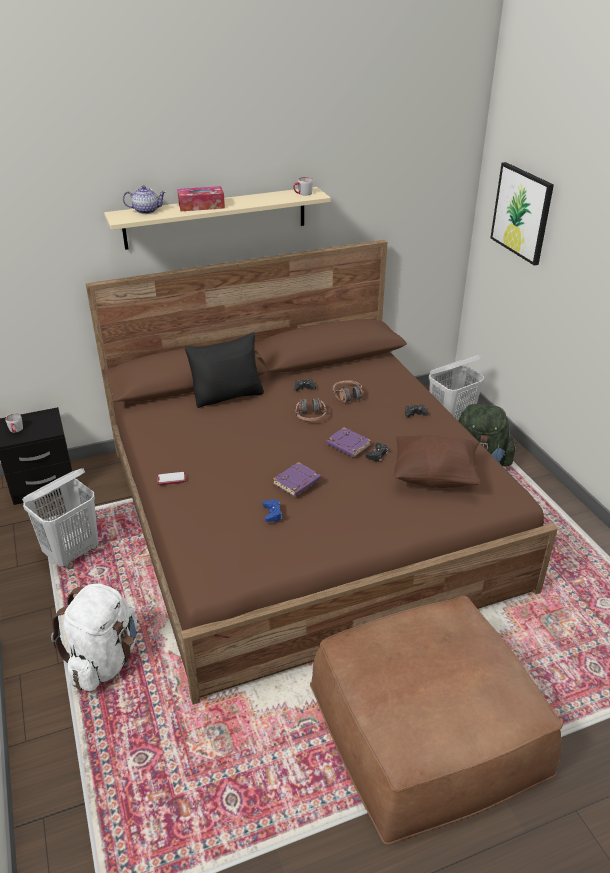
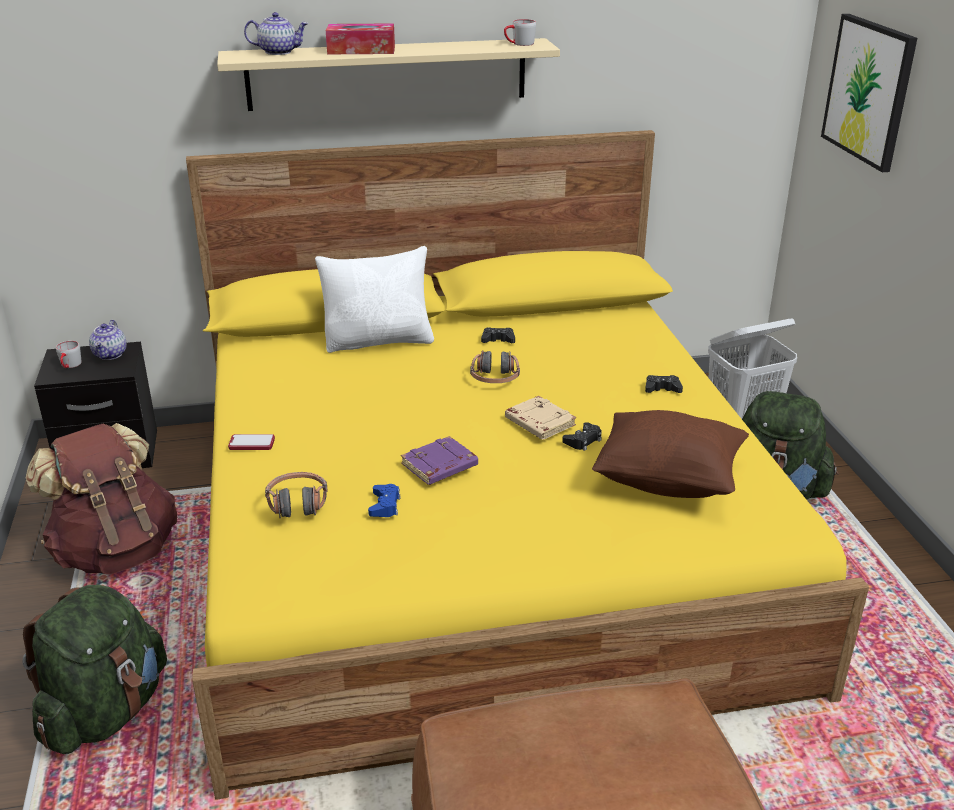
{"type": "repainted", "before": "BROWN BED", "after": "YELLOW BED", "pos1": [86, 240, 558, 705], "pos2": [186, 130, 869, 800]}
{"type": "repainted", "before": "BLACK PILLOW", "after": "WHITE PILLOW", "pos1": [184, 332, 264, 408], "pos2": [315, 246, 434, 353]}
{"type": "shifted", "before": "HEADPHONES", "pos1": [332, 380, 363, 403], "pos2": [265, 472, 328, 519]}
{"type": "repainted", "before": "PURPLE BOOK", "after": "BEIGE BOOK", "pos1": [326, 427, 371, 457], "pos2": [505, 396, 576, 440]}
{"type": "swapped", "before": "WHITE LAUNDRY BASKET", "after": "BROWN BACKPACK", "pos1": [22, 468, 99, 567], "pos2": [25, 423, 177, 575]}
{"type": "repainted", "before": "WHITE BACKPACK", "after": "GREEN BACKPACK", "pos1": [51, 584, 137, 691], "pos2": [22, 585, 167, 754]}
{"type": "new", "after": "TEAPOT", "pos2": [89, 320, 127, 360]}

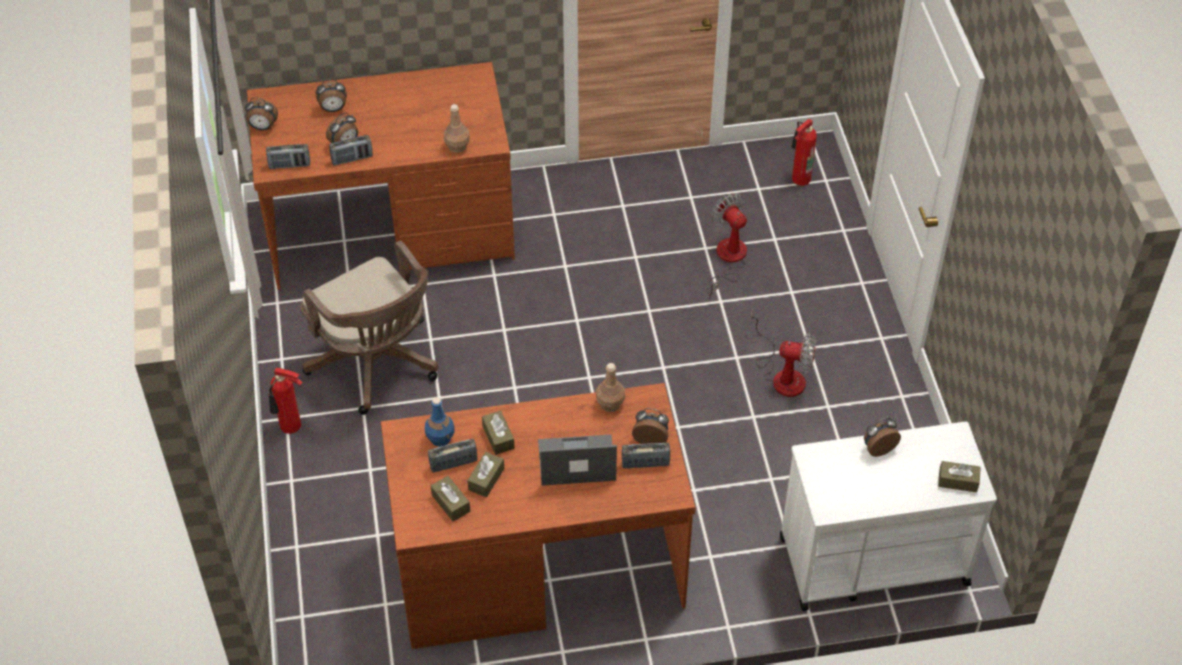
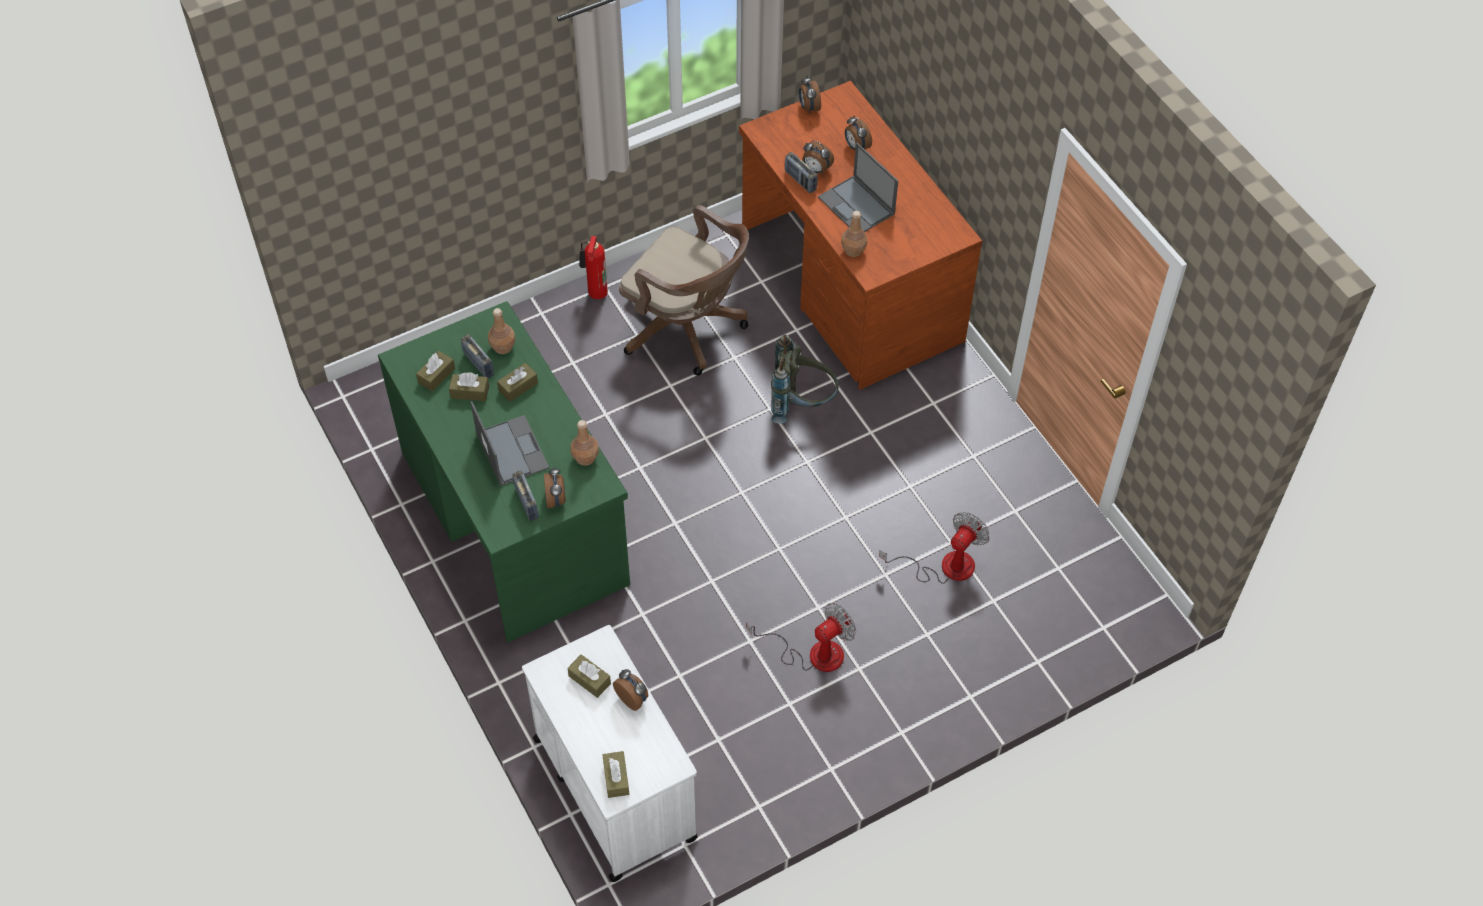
{"type": "gone", "before": "FIRE EXTINGUISHER", "pos1": [791, 119, 817, 186]}
{"type": "gone", "before": "RADIO", "pos1": [266, 144, 310, 169]}
{"type": "rotated", "before": "BROWN OFFICE CHAIR", "pos1": [300, 240, 438, 415], "pos2": [619, 205, 749, 376], "turn": -90}
{"type": "rotated", "before": "FAN", "pos1": [750, 309, 816, 397], "pos2": [746, 603, 856, 672], "turn": -120}
{"type": "repainted", "before": "BROWN DESK", "after": "GREEN DESK", "pos1": [381, 383, 696, 649], "pos2": [378, 301, 630, 643]}
{"type": "repainted", "before": "BLUE BOTTLE", "after": "BROWN BOTTLE", "pos1": [425, 397, 455, 446], "pos2": [488, 308, 515, 354]}
{"type": "new", "after": "LAPTOP", "pos2": [818, 143, 898, 232]}
{"type": "new", "after": "GREY BACKPACK", "pos2": [771, 335, 839, 424]}
{"type": "new", "after": "BROWN TISSUE BOX", "pos2": [567, 654, 611, 698]}

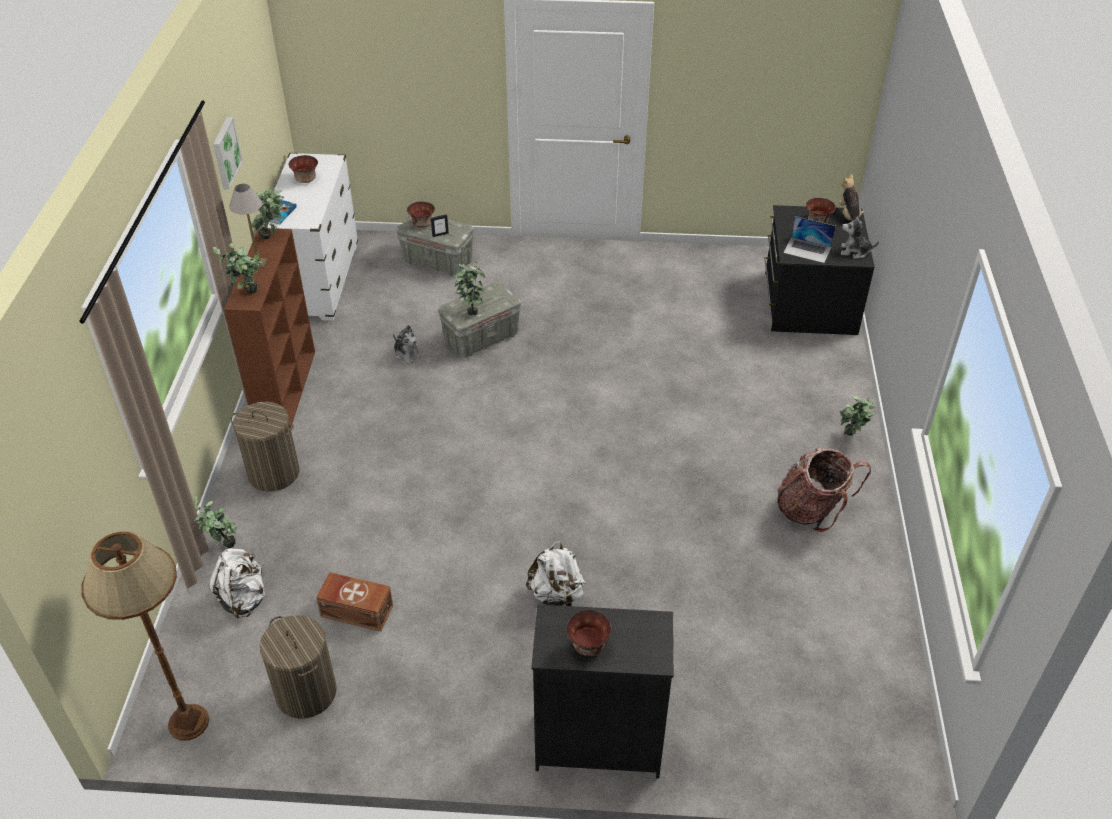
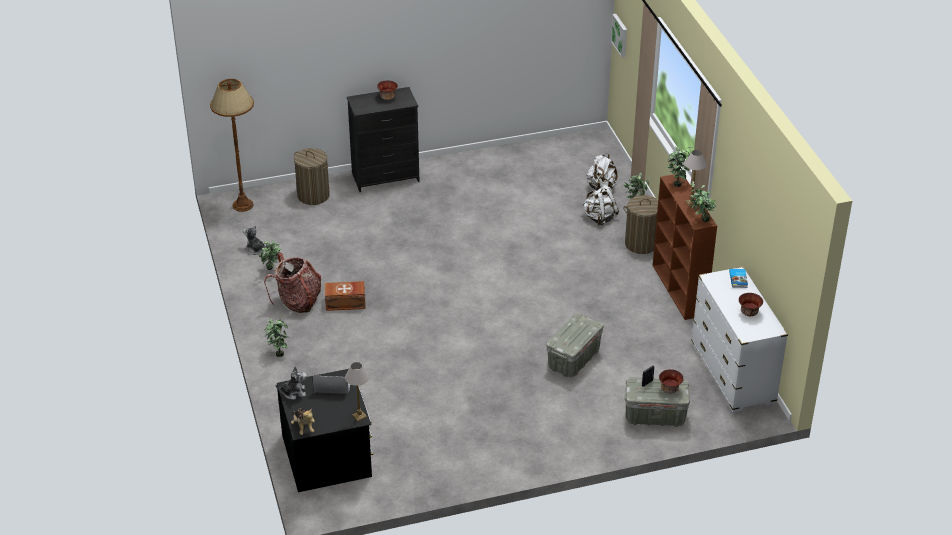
{"type": "shifted", "before": "PICTURE", "pos1": [213, 117, 243, 190], "pos2": [611, 14, 627, 58]}
{"type": "gone", "before": "BOWL", "pos1": [806, 198, 836, 224]}
{"type": "shifted", "before": "POTTED PLANT", "pos1": [454, 260, 486, 316], "pos2": [259, 241, 281, 270]}
{"type": "shifted", "before": "PLUSH TOY", "pos1": [393, 325, 423, 364], "pos2": [243, 225, 267, 255]}
{"type": "shifted", "before": "BROWN FLOOR LAMP", "pos1": [81, 531, 209, 740], "pos2": [210, 79, 254, 212]}
{"type": "shifted", "before": "WHITE BACKPACK", "pos1": [526, 541, 585, 606], "pos2": [583, 185, 619, 225]}
{"type": "shifted", "before": "BROWN STORAGE BOX", "pos1": [316, 572, 393, 631], "pos2": [325, 281, 366, 311]}
{"type": "shifted", "before": "LAUNDRY BASKET", "pos1": [260, 615, 337, 719], "pos2": [294, 148, 330, 205]}
{"type": "new", "after": "TABLE LAMP", "pos2": [345, 362, 369, 421]}

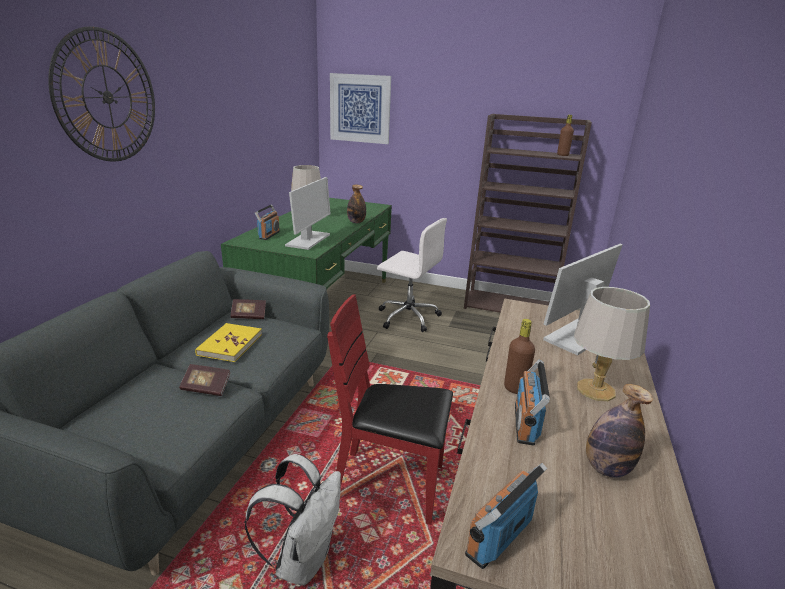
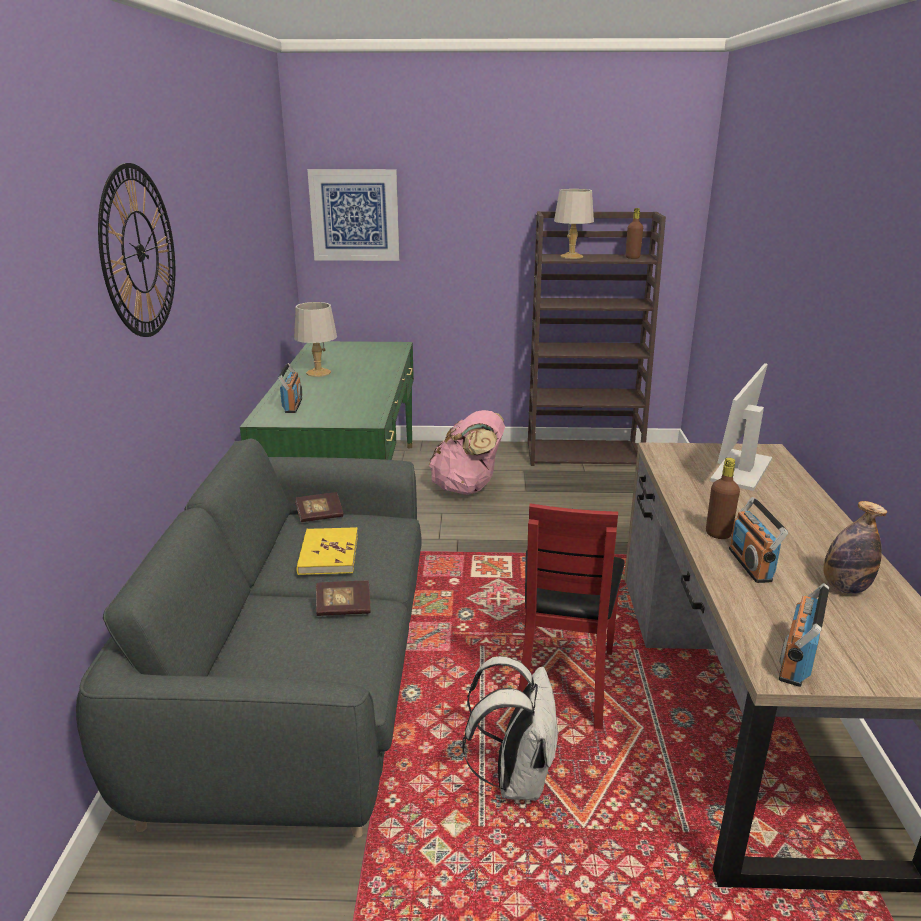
{"type": "gone", "before": "MONITOR", "pos1": [285, 177, 331, 250]}
{"type": "gone", "before": "BOTTLE", "pos1": [347, 185, 366, 223]}
{"type": "swapped", "before": "WHITE OFFICE CHAIR", "after": "PINK BACKPACK", "pos1": [377, 218, 447, 332], "pos2": [429, 410, 505, 495]}
{"type": "shifted", "before": "GREY TABLE LAMP", "pos1": [574, 287, 650, 401], "pos2": [554, 189, 594, 259]}
{"type": "rotated", "before": "RED CHAIR", "pos1": [327, 294, 453, 525], "pos2": [519, 503, 625, 729], "turn": -75}

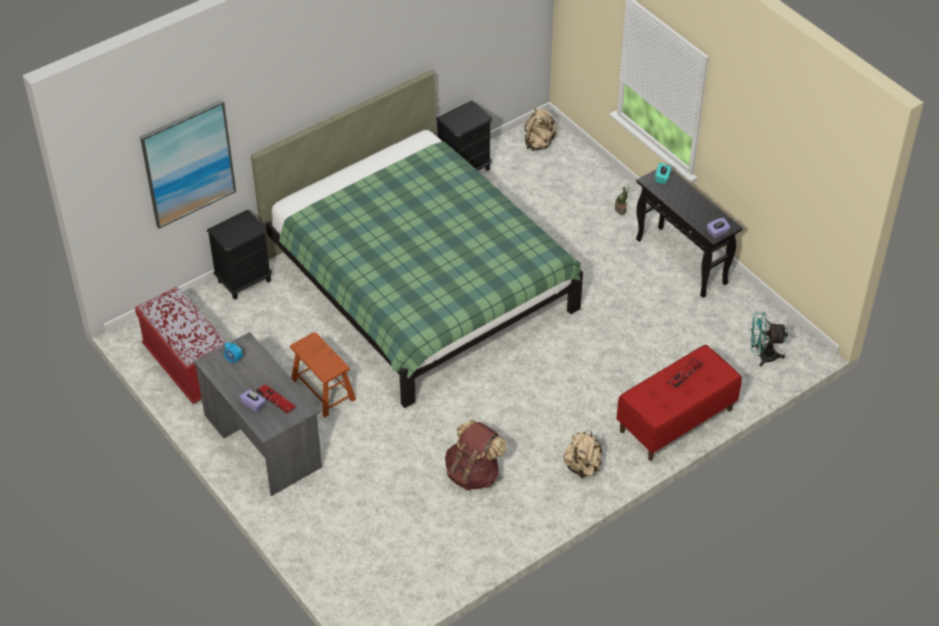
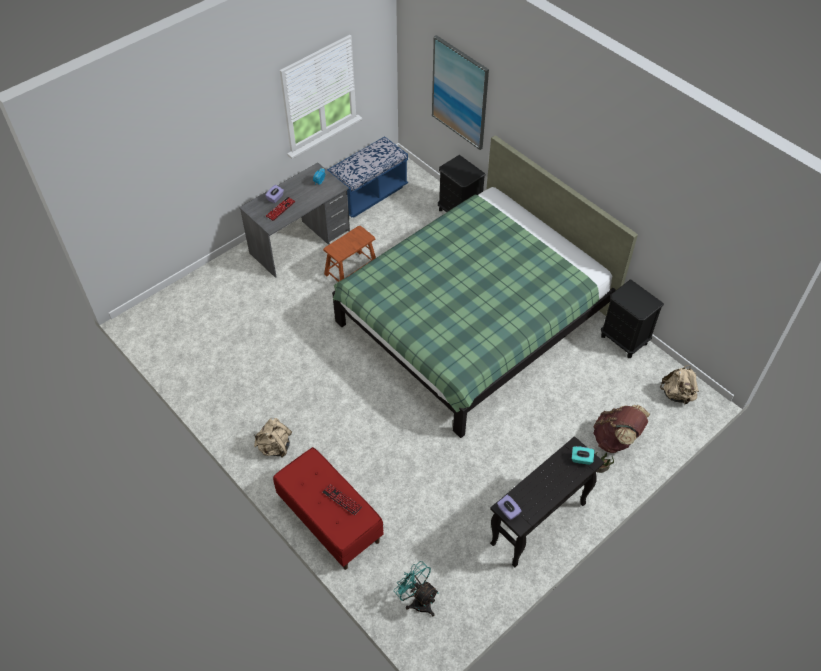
{"type": "repainted", "before": "RED BENCH", "after": "BLUE BENCH", "pos1": [135, 287, 226, 404], "pos2": [327, 136, 408, 218]}
{"type": "rotated", "before": "TURQUOISE FAN", "pos1": [750, 312, 788, 367], "pos2": [394, 561, 439, 616], "turn": -45}
{"type": "shifted", "before": "BROWN BACKPACK", "pos1": [445, 420, 507, 490], "pos2": [593, 405, 650, 453]}

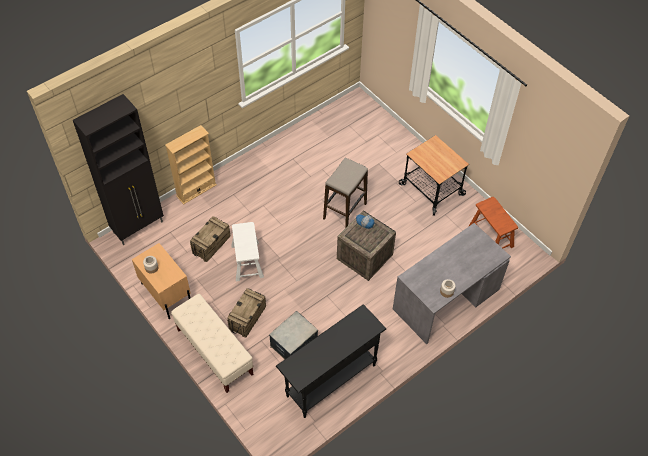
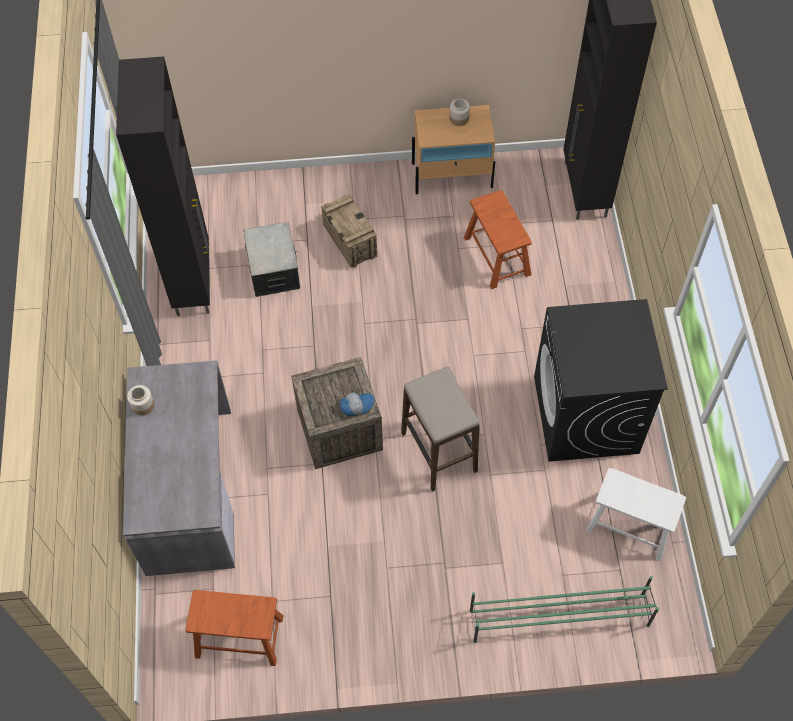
{"type": "gone", "before": "BEIGE BOOKCASE", "pos1": [165, 125, 217, 205]}
{"type": "gone", "before": "CART", "pos1": [399, 135, 469, 216]}
{"type": "swapped", "before": "CRATE", "after": "BROWN STOOL", "pos1": [190, 216, 230, 262], "pos2": [464, 190, 532, 289]}
{"type": "shifted", "before": "WHITE STOOL", "pos1": [231, 222, 264, 281], "pos2": [586, 468, 686, 561]}
{"type": "gone", "before": "BEIGE BENCH", "pos1": [171, 294, 253, 393]}
{"type": "swapped", "before": "BLACK CONSOLE TABLE", "after": "BLACK CABINET", "pos1": [276, 304, 386, 418], "pos2": [116, 57, 210, 316]}
{"type": "new", "after": "BLACK WASHING MACHINE", "pos2": [534, 299, 668, 462]}
{"type": "new", "after": "GREEN SHOE RACK", "pos2": [470, 576, 659, 643]}

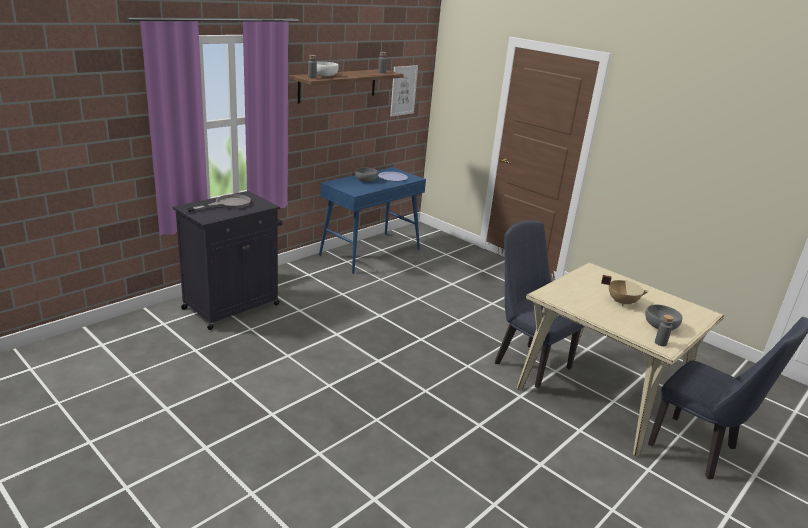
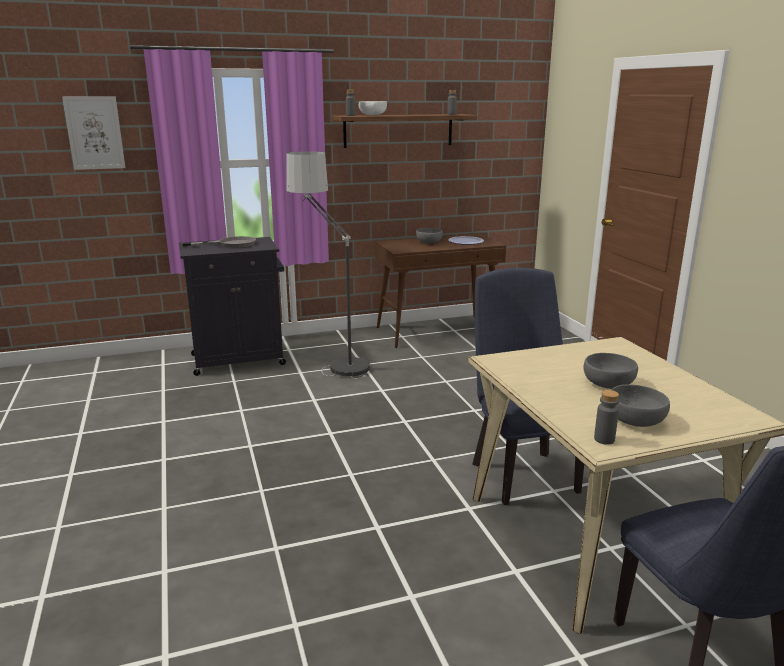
{"type": "shifted", "before": "PICTURE", "pos1": [390, 65, 418, 116], "pos2": [62, 96, 125, 170]}
{"type": "repainted", "before": "BLUE CONSOLE TABLE", "after": "BROWN CONSOLE TABLE", "pos1": [319, 167, 426, 274], "pos2": [375, 234, 506, 348]}
{"type": "swapped", "before": "BEIGE COOKING POT", "after": "GREY BOWL", "pos1": [601, 275, 649, 306], "pos2": [584, 353, 638, 389]}
{"type": "new", "after": "FLOOR LAMP", "pos2": [286, 151, 370, 379]}

